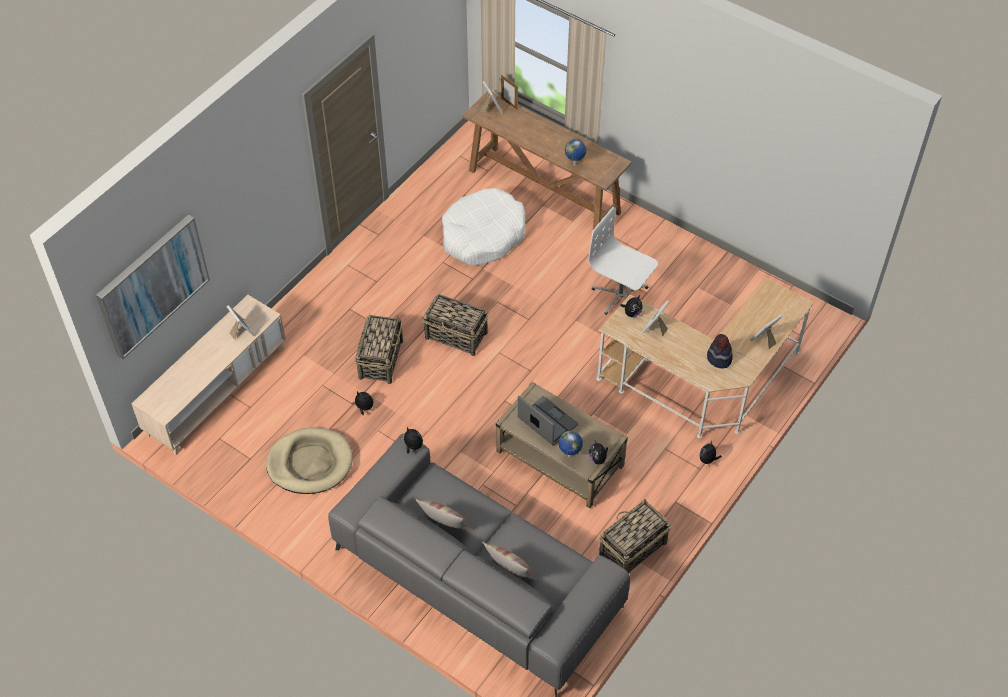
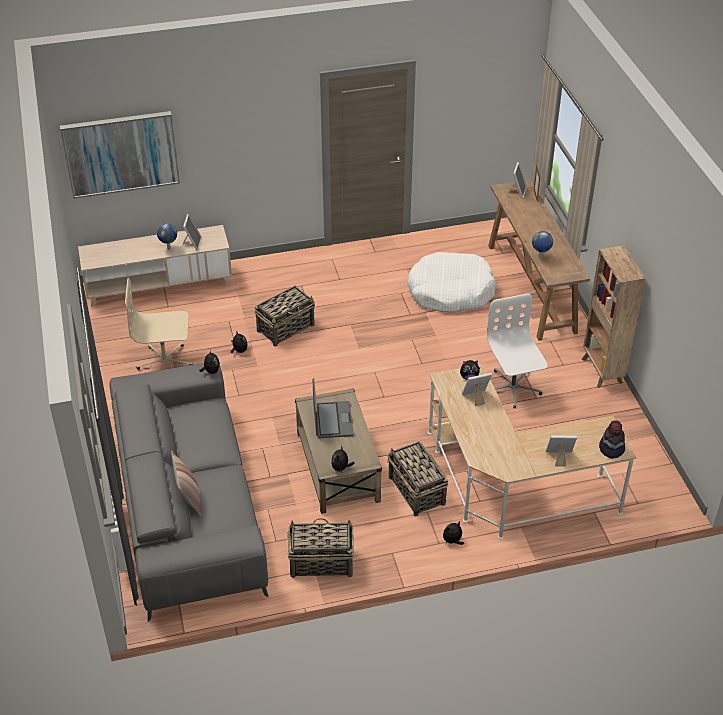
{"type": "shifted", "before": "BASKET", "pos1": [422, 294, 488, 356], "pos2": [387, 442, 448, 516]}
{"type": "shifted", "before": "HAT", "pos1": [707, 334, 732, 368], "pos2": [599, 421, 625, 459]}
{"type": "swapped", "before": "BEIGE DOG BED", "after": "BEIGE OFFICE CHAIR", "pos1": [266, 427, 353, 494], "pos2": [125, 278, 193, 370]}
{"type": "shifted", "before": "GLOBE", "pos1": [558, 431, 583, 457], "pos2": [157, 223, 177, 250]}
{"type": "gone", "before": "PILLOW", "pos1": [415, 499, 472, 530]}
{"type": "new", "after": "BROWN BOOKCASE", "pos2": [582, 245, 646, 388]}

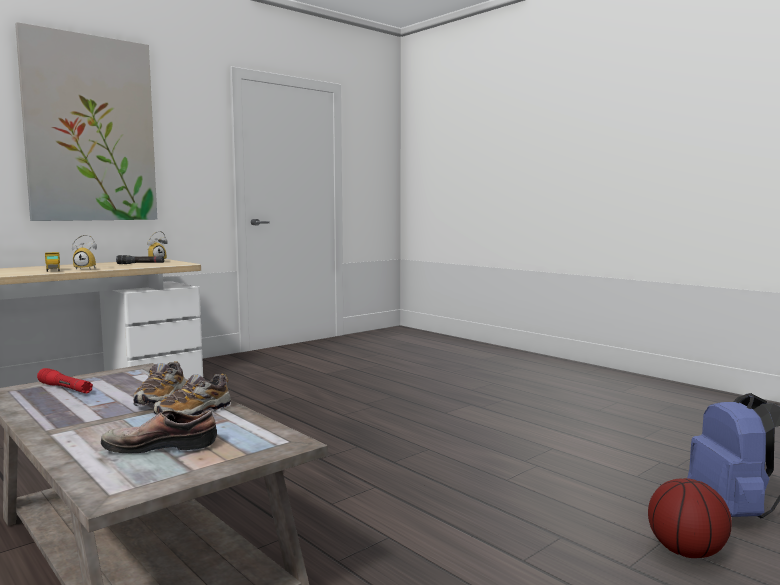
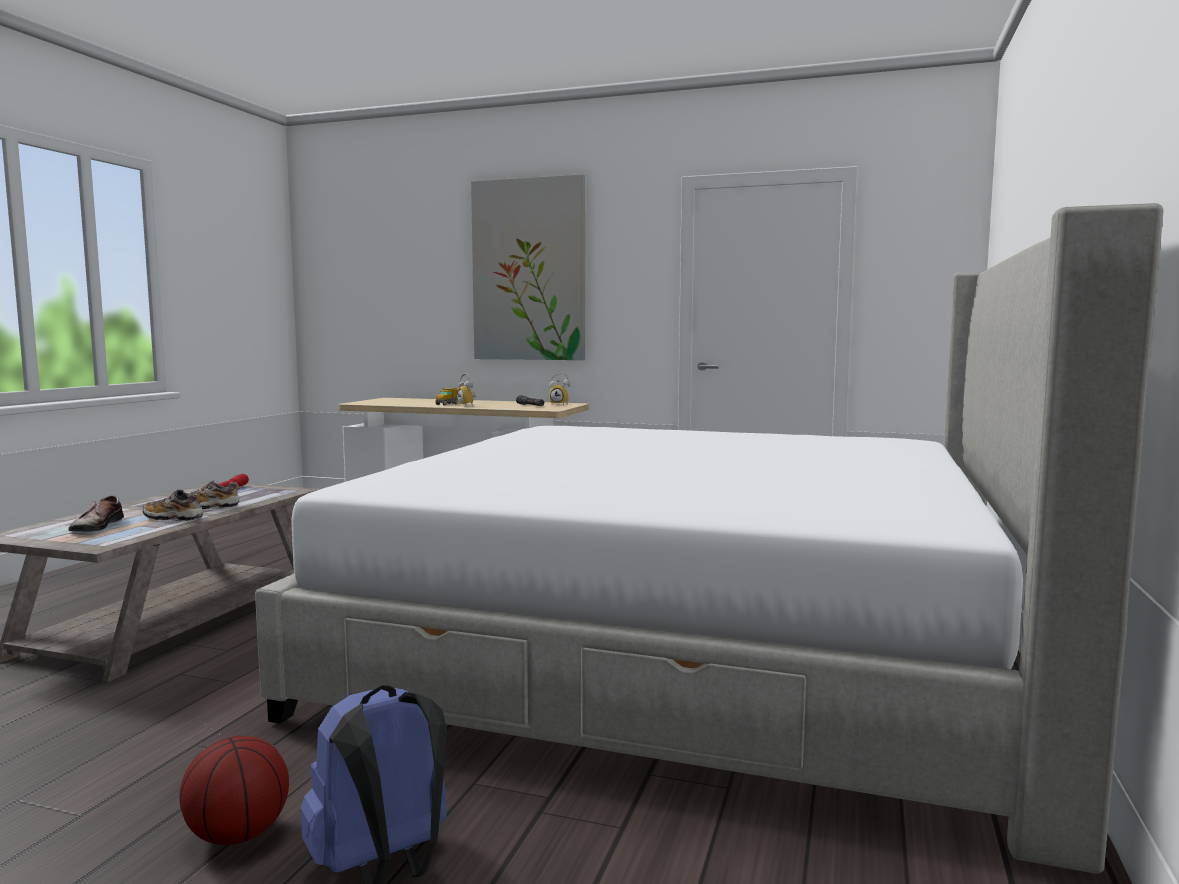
{"type": "rotated", "before": "SHOE", "pos1": [101, 410, 217, 453], "pos2": [68, 496, 124, 532], "turn": -150}
{"type": "new", "after": "BED", "pos2": [255, 203, 1163, 874]}

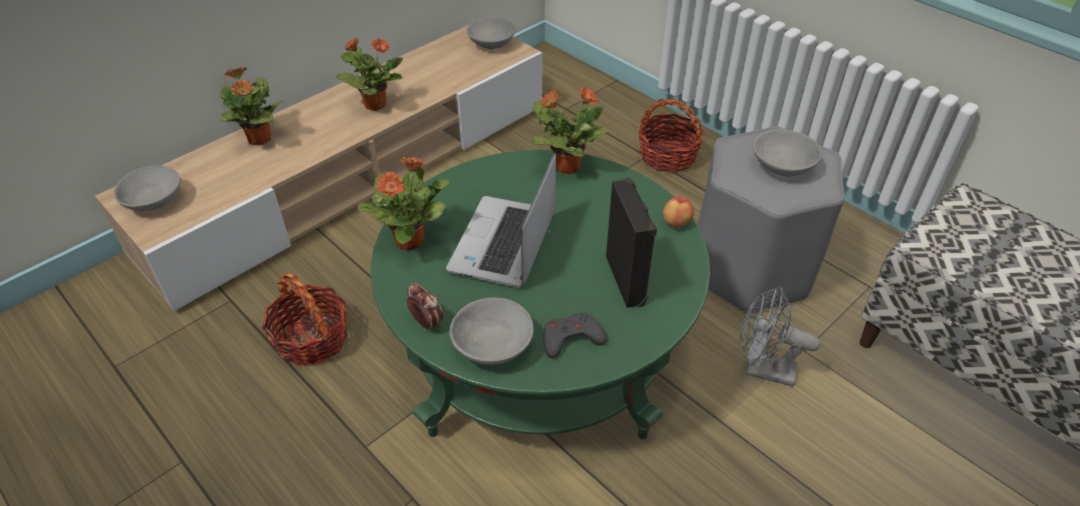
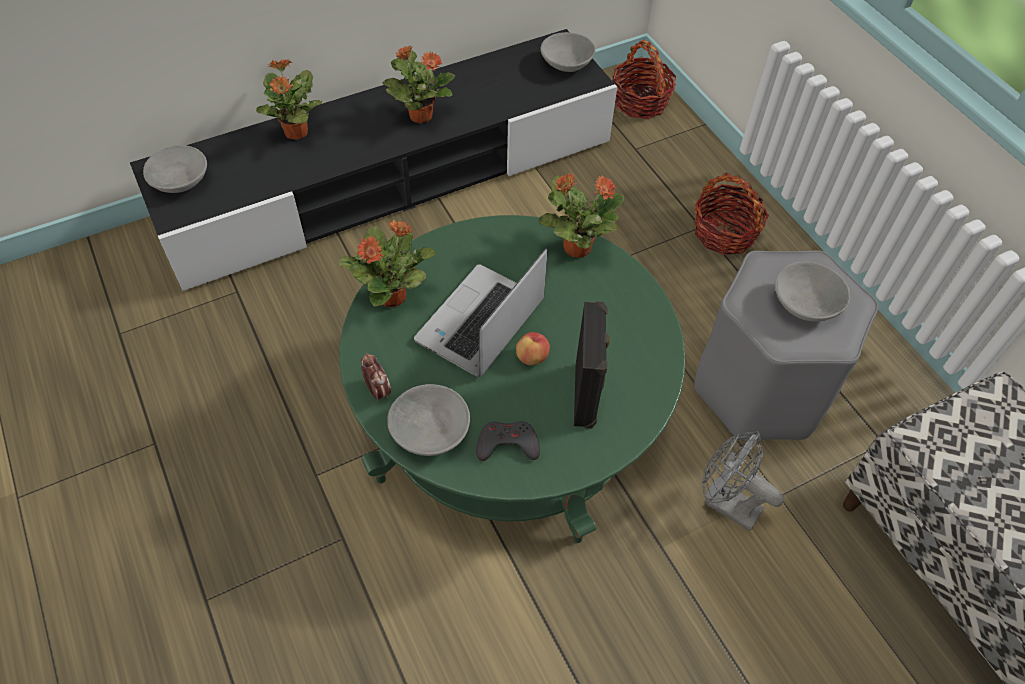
{"type": "repainted", "before": "BEIGE TV STAND", "after": "BLACK TV STAND", "pos1": [95, 25, 542, 311], "pos2": [130, 29, 617, 291]}
{"type": "shifted", "before": "APPLE", "pos1": [663, 197, 694, 228], "pos2": [516, 332, 550, 365]}
{"type": "shifted", "before": "BASKET", "pos1": [262, 273, 348, 366], "pos2": [612, 40, 676, 119]}

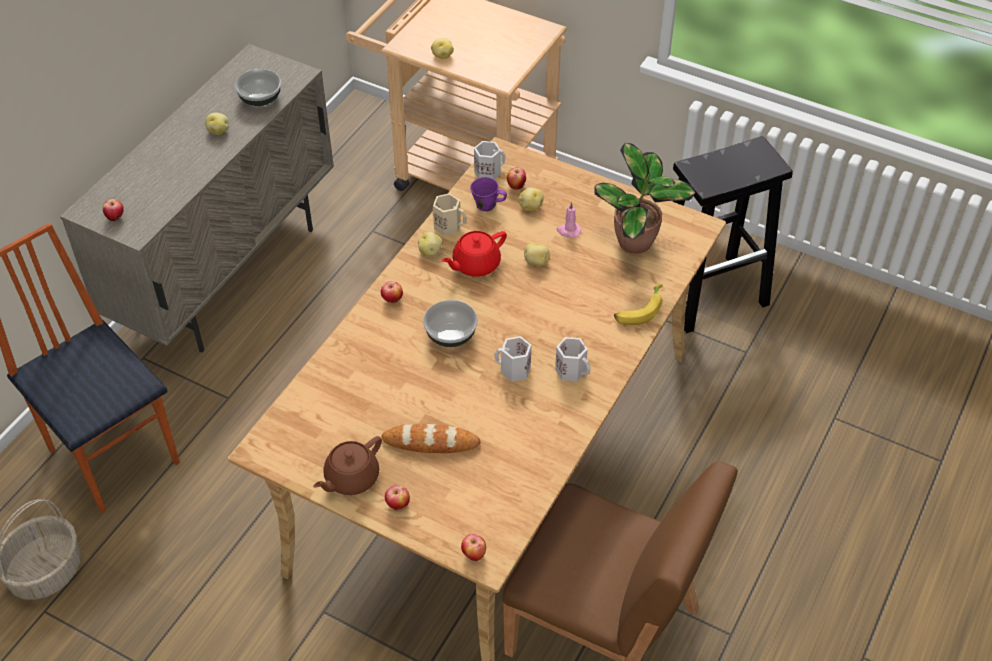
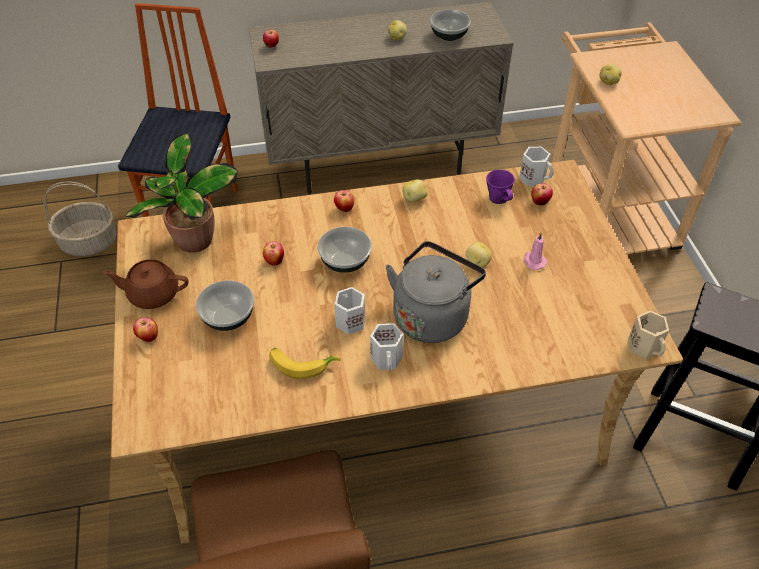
{"type": "shifted", "before": "POTTED PLANT", "pos1": [594, 143, 696, 254], "pos2": [125, 133, 238, 253]}
{"type": "gone", "before": "POTATO", "pos1": [518, 188, 544, 211]}
{"type": "shifted", "before": "BEIGE MUG", "pos1": [433, 193, 467, 236], "pos2": [628, 310, 669, 359]}
{"type": "gone", "before": "RED TEAPOT", "pos1": [442, 231, 507, 277]}
{"type": "shifted", "before": "BANANA", "pos1": [614, 284, 663, 325], "pos2": [269, 348, 341, 379]}
{"type": "swapped", "before": "BREAD", "after": "BOWL", "pos1": [381, 424, 481, 453], "pos2": [196, 280, 254, 331]}
{"type": "shifted", "before": "APPLE", "pos1": [461, 534, 486, 561], "pos2": [263, 241, 284, 265]}
{"type": "new", "after": "GREY KETTLE", "pos2": [385, 241, 486, 343]}

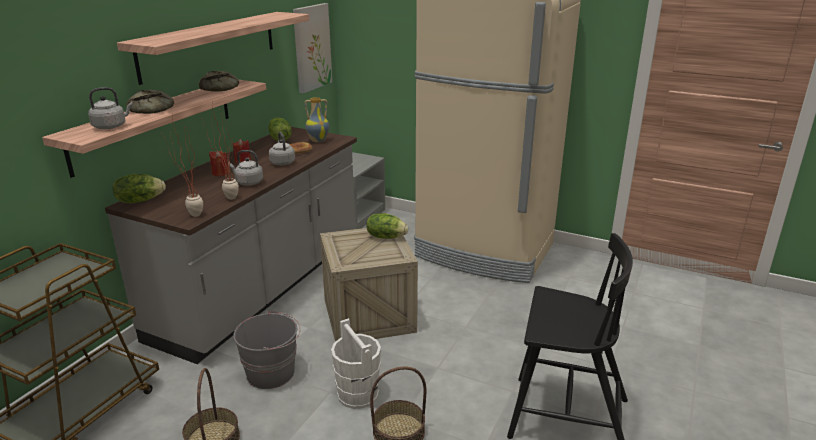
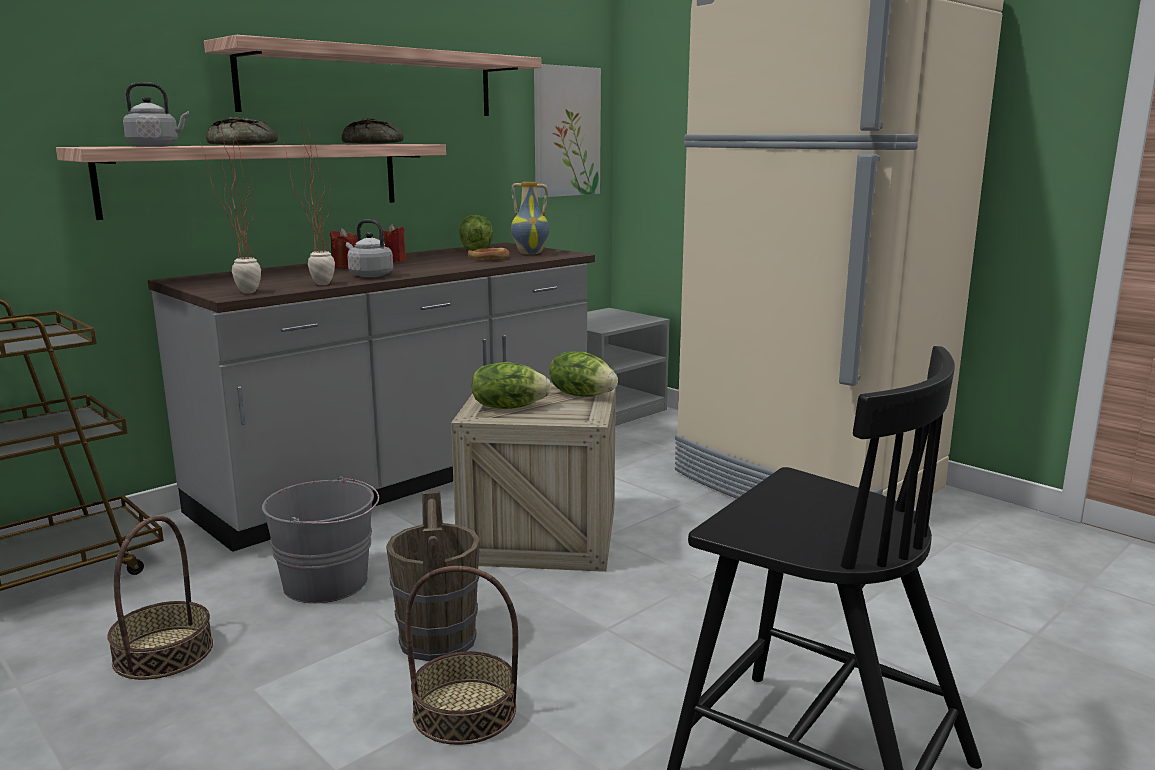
{"type": "gone", "before": "GREY KETTLE", "pos1": [269, 132, 295, 165]}
{"type": "shifted", "before": "LETTUCE", "pos1": [113, 174, 166, 203], "pos2": [472, 362, 551, 409]}
{"type": "repainted", "before": "WHITE BUCKET", "after": "BROWN BUCKET", "pos1": [331, 318, 381, 409], "pos2": [386, 491, 480, 661]}

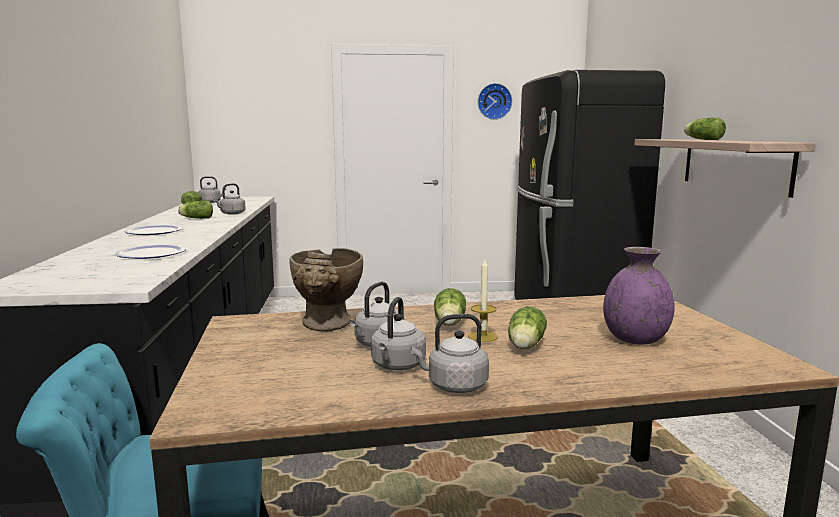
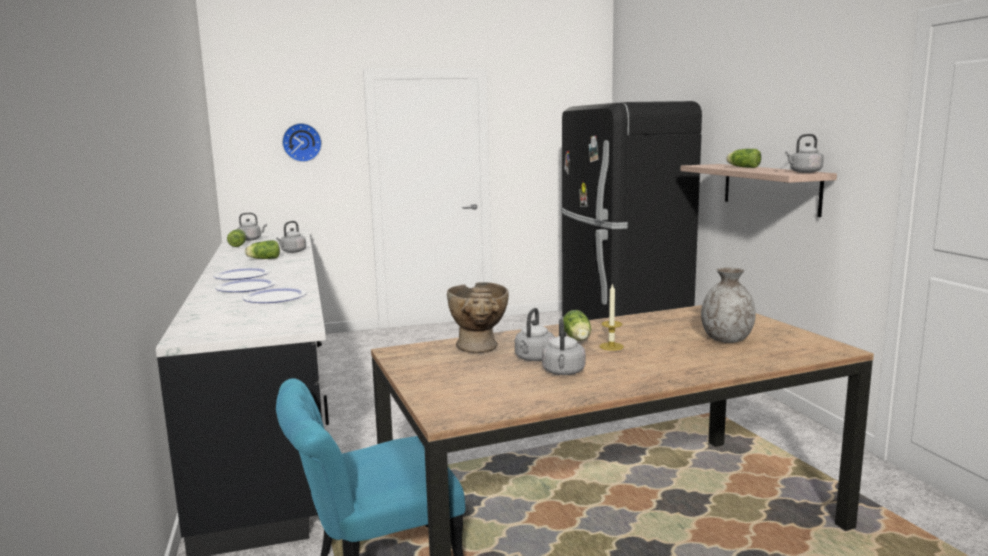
{"type": "shifted", "before": "WALL CLOCK", "pos1": [478, 83, 512, 120], "pos2": [282, 123, 322, 162]}
{"type": "repainted", "before": "PURPLE VASE", "after": "GREY VASE", "pos1": [603, 247, 675, 345], "pos2": [701, 267, 756, 343]}
{"type": "gone", "before": "LETTUCE", "pos1": [508, 306, 547, 349]}
{"type": "shifted", "before": "GREY KETTLE", "pos1": [411, 314, 489, 393], "pos2": [785, 134, 824, 173]}
{"type": "new", "after": "PLATE", "pos2": [215, 278, 276, 292]}

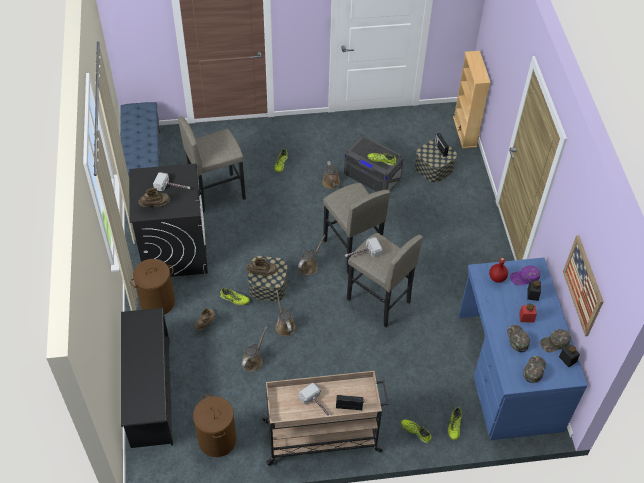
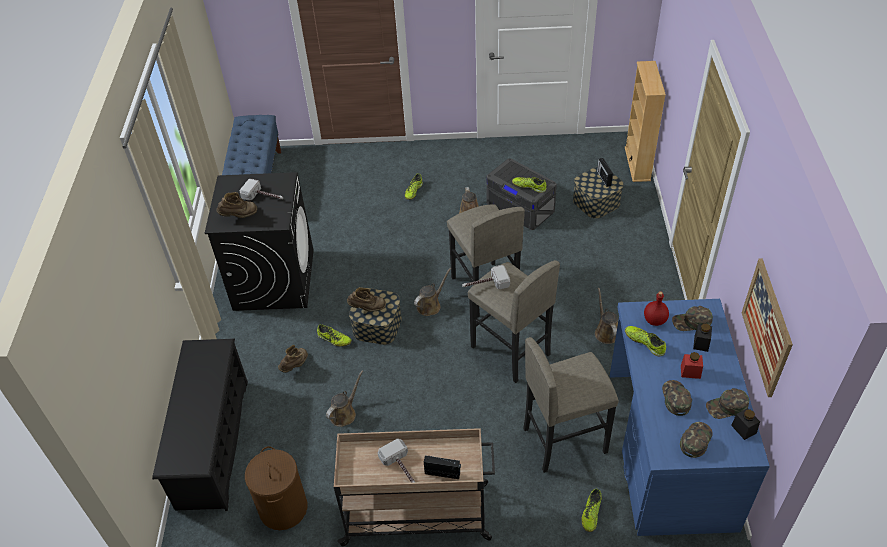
{"type": "shifted", "before": "GREY STOOL", "pos1": [178, 116, 246, 213], "pos2": [523, 337, 619, 473]}
{"type": "gone", "before": "BROWN LAUNDRY BASKET", "pos1": [130, 259, 175, 315]}
{"type": "repainted", "before": "PURPLE CAP", "after": "GREEN CAP", "pos1": [510, 265, 540, 285], "pos2": [672, 306, 713, 331]}
{"type": "shifted", "before": "BROWN WATERING CAN", "pos1": [275, 290, 296, 336], "pos2": [595, 288, 618, 344]}
{"type": "shifted", "before": "SHOE", "pos1": [401, 420, 431, 443], "pos2": [625, 326, 666, 356]}

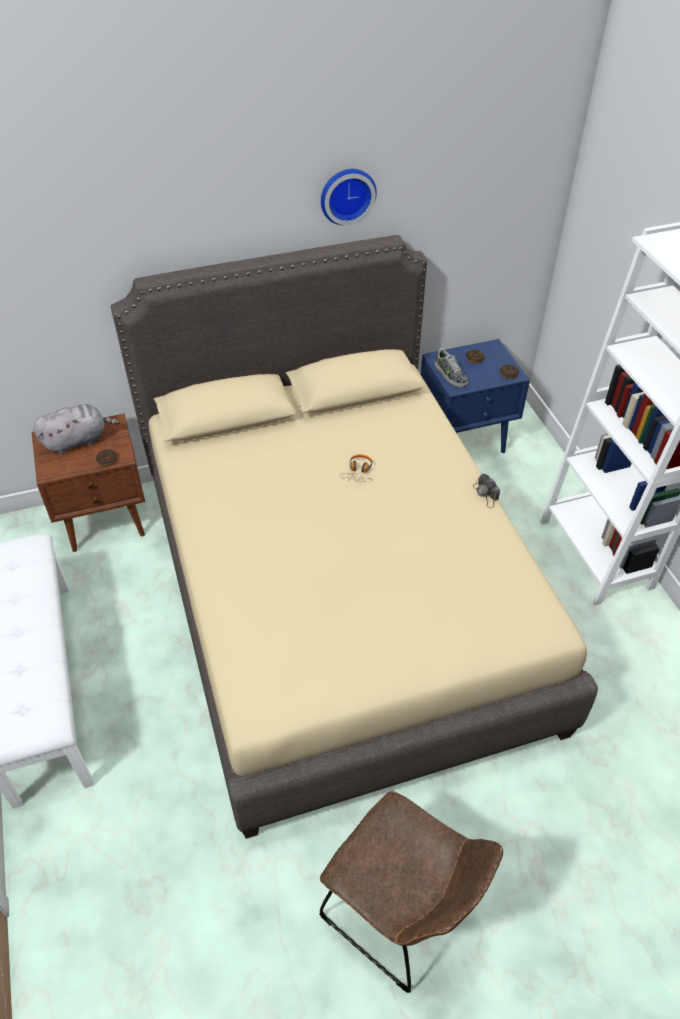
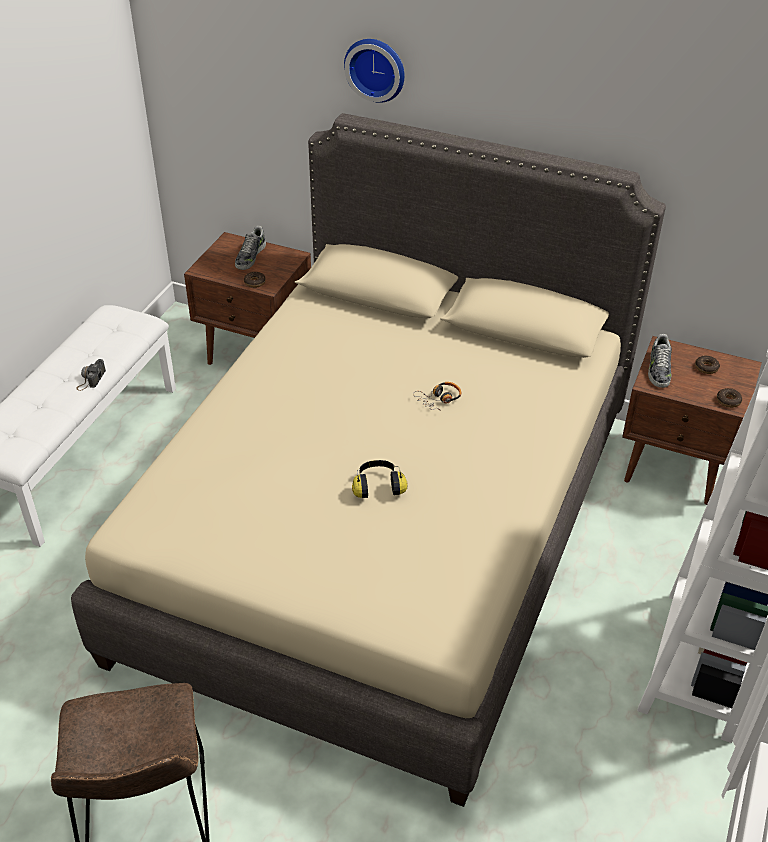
{"type": "shifted", "before": "WALL CLOCK", "pos1": [321, 169, 377, 225], "pos2": [344, 39, 405, 103]}
{"type": "repainted", "before": "BLUE NIGHTSTAND", "after": "BROWN NIGHTSTAND", "pos1": [421, 339, 530, 453], "pos2": [622, 336, 762, 505]}
{"type": "swapped", "before": "GREY PLUSH TOY", "after": "SHOE", "pos1": [33, 404, 120, 454], "pos2": [235, 226, 266, 270]}
{"type": "shifted", "before": "PHOTO CAMERA", "pos1": [473, 474, 500, 508], "pos2": [77, 359, 106, 391]}
{"type": "new", "after": "HEADPHONES", "pos2": [352, 460, 407, 498]}

